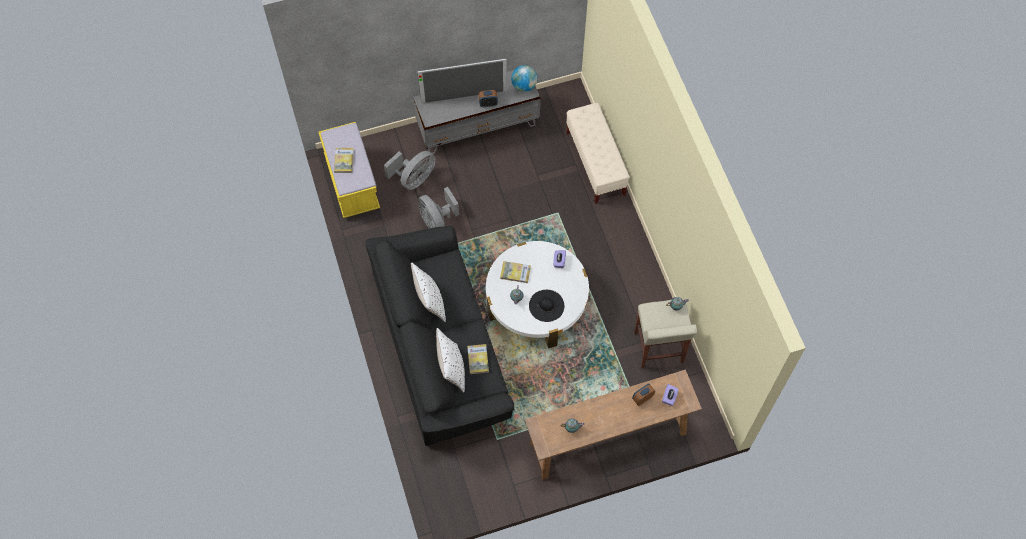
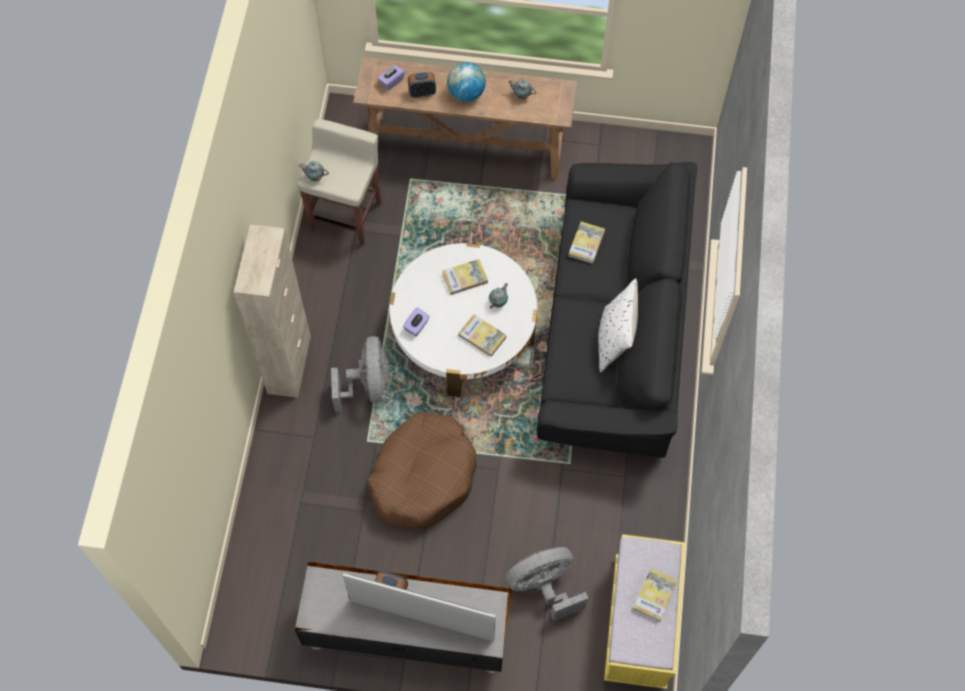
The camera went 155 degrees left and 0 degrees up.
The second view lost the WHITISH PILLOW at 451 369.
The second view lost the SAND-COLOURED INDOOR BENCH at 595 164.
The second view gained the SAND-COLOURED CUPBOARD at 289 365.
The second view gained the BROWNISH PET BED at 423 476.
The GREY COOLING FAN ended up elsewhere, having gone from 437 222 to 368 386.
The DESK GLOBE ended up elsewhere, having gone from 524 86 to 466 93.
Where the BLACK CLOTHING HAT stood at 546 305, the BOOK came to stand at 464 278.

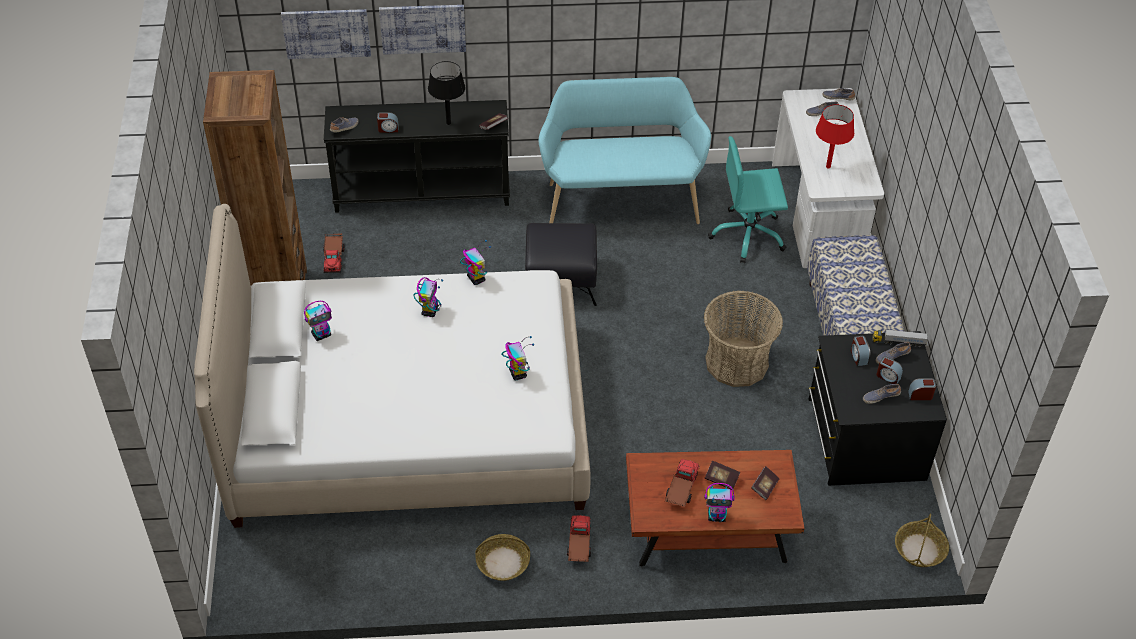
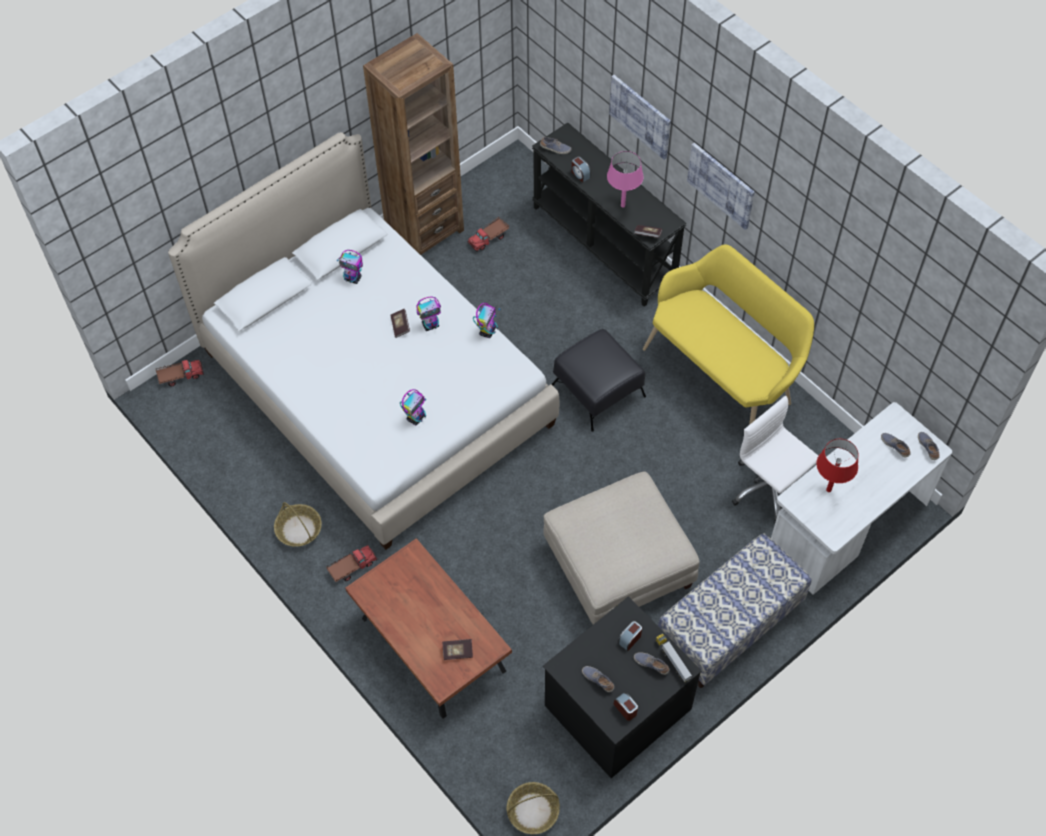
The camera went 55 degrees right and 10 degrees up.
The second view lost the MODEL ROBOT at 717 516.
The second view lost the BEDSIDE CLOCK at 888 376.
The PICTURE ended up elsewhere, having gone from 326 33 to 721 185.
The MODEL TRUCK ended up elsewhere, having gone from 681 489 to 180 376.
The BOOK ended up elsewhere, having gone from 721 479 to 400 326.
Where the BASKET stood at 737 362, the SAND-COLOURED OTTOMAN came to stand at 618 565.
What was the BLACK TABLETOP LAMP at 448 123 turned into the PINK-COLOURED TABLETOP LAMP at 622 205.
What was the BLUE-GREEN INDOOR BENCH at 620 199 turned into the YELLOW INDOOR BENCH at 723 374.
What was the BLUE-GREEN COMPUTER CHAIR at 748 235 turned into the WHITISH COMPUTER CHAIR at 769 489.

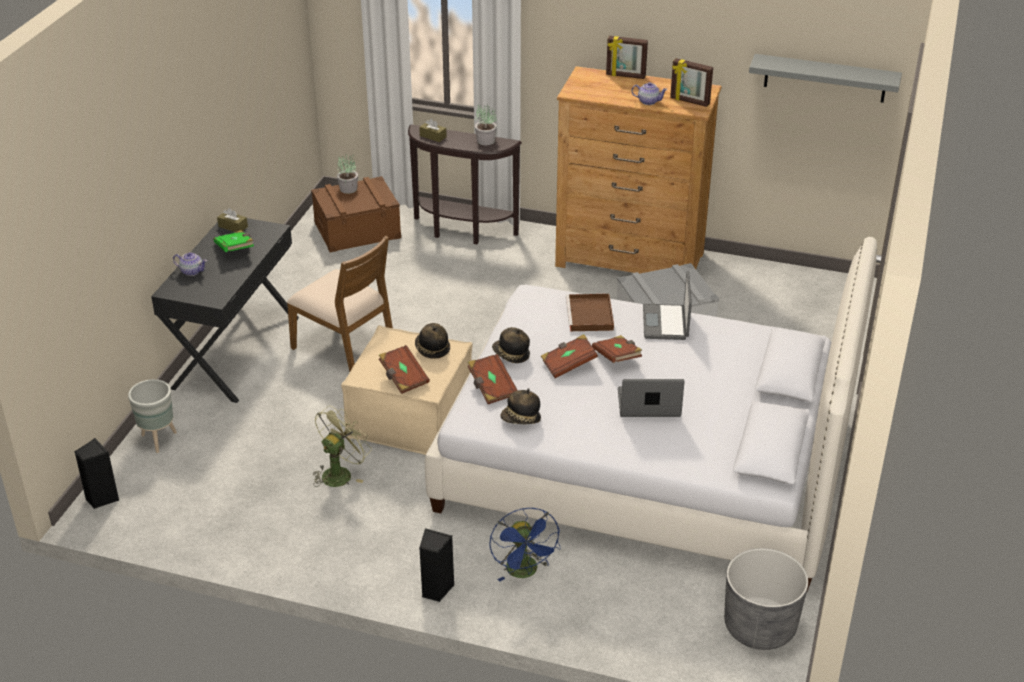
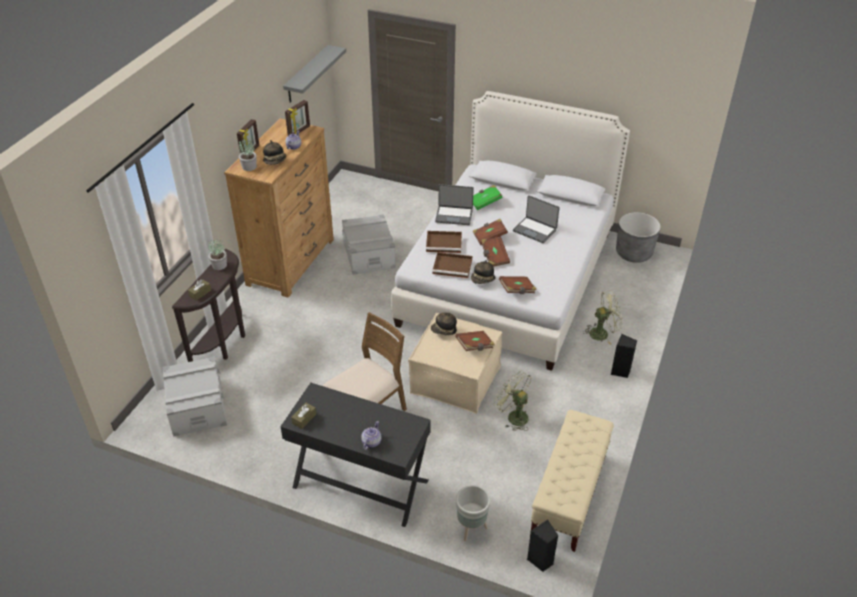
The camera went 85 degrees left and 5 degrees up.
The second view gained the BROWNISH TRAY at 453 266.
The second view gained the SAND-COLOURED INDOOR BENCH at 569 495.
The GREEN BOOK ended up elsewhere, having gone from 235 249 to 485 202.
The PLANT IN A POT ended up elsewhere, having gone from 348 189 to 249 167.
The CLOTHING HAT ended up elsewhere, having gone from 521 419 to 275 161.
What was the BROWNISH STORAGE BIN at 357 230 turned into the GREY STORAGE BIN at 197 407.
What was the BLUISH COOLING FAN at 525 572 turned into the GREEN COOLING FAN at 602 333.
The LAPTOP at 648 405 ended up facing another way, 60 degrees counterclockwise from before.

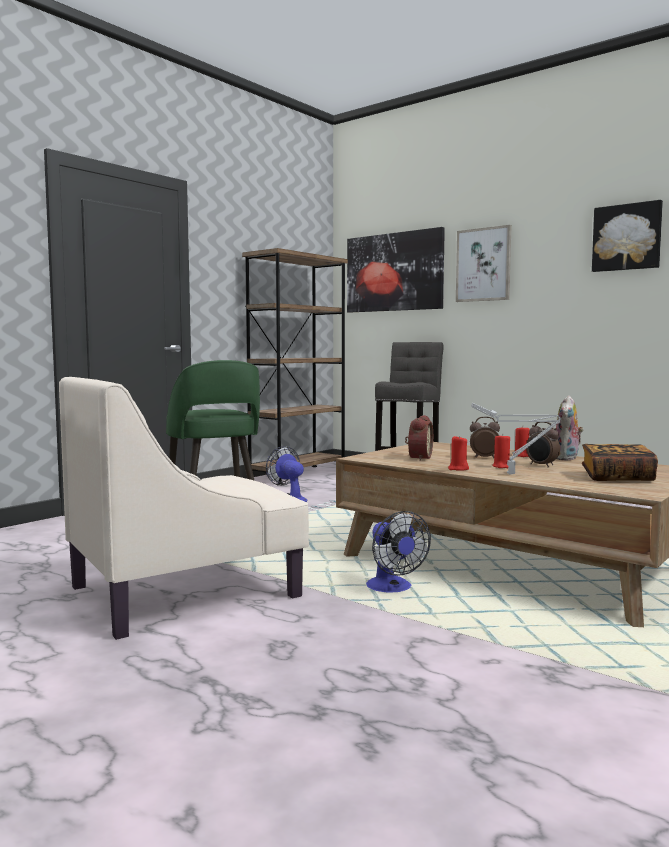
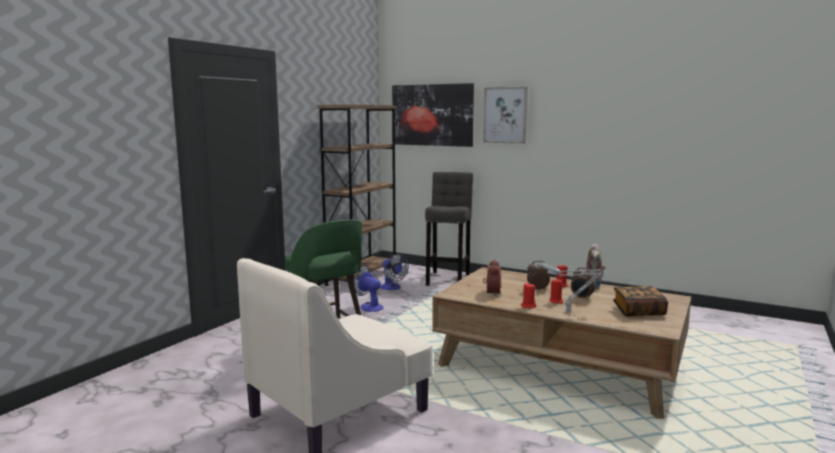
The camera went 10 degrees left and 5 degrees up.
The second view lost the PICTURE at 627 237.
The COOLING FAN ended up elsewhere, having gone from 392 589 to 392 288.

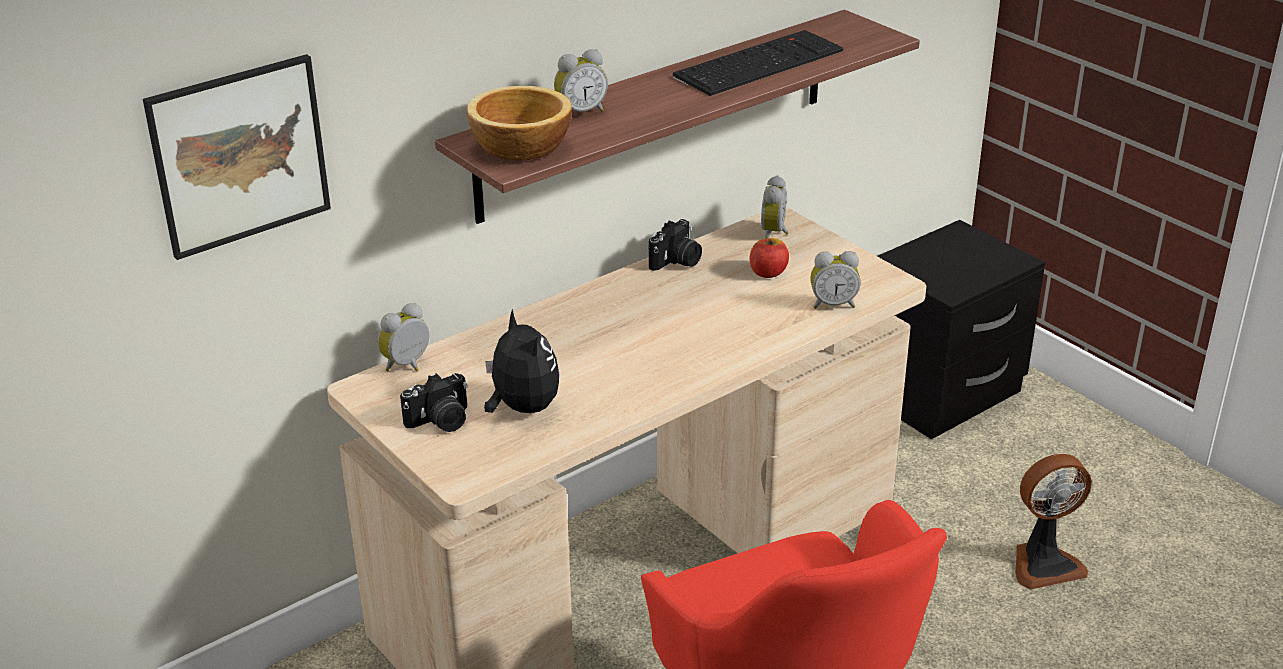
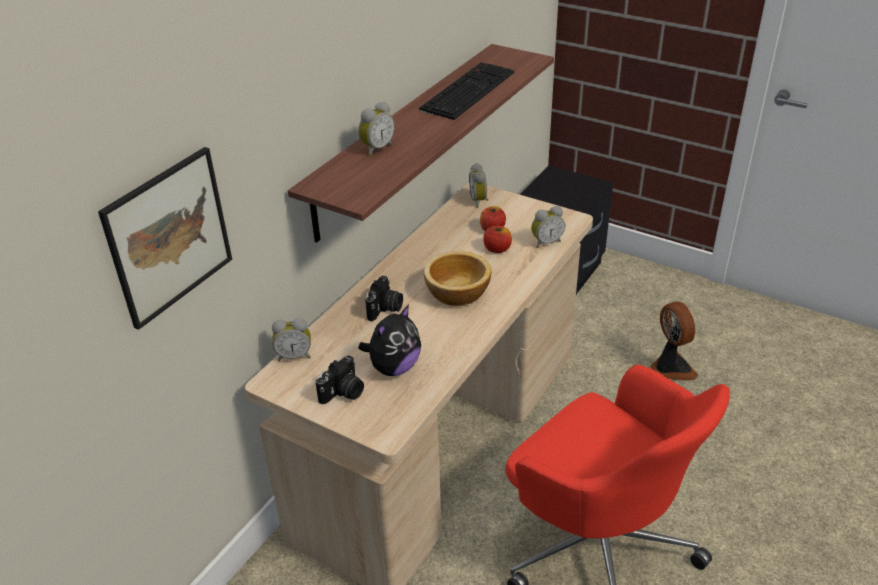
The camera went 20 degrees left and 5 degrees up.
The second view gained the APPLE FRUIT at 497 249.
The DEEP DISH ended up elsewhere, having gone from 519 147 to 457 293.
The PHOTO CAMERA ended up elsewhere, having gone from 677 262 to 385 309.
The BEDSIDE CLOCK at 408 366 ended up facing another way, 120 degrees counterclockwise from before.
The SOFT TOY at 522 408 ended up facing another way, 90 degrees clockwise from before.
The COOLING FAN at 1044 564 ended up facing another way, 75 degrees counterclockwise from before.

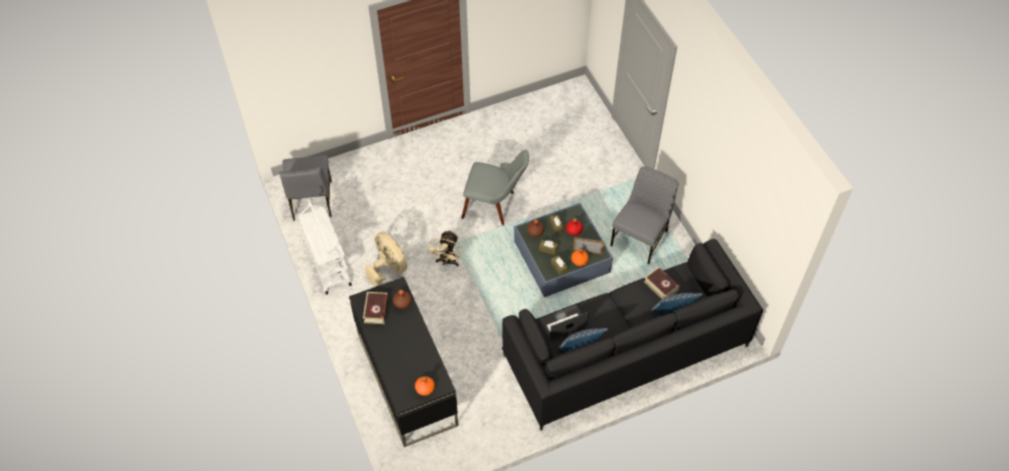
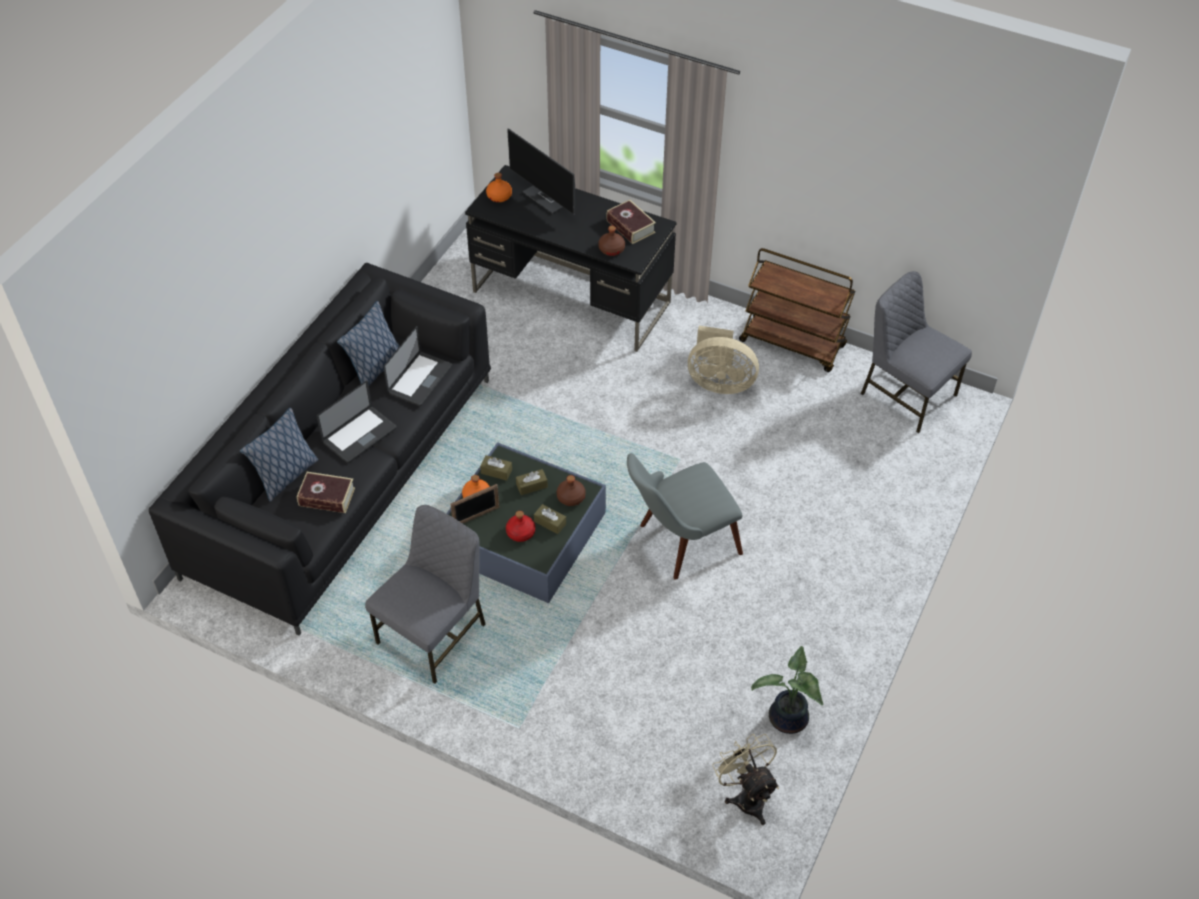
The camera went 140 degrees right and 5 degrees down.
The second view gained the LAPTOP at 360 435.
The second view gained the COMPUTER DISPLAY at 548 198.
The second view gained the PLANT IN A POT at 787 720.
The SAND-COLOURED COOLING FAN ended up elsewhere, having gone from 447 262 to 746 796.
What was the WHITISH WHEELED CART at 328 264 turned into the BROWNISH WHEELED CART at 793 344.
The GREY UPRIGHT CHAIR at 640 238 ended up facing another way, 135 degrees counterclockwise from before.

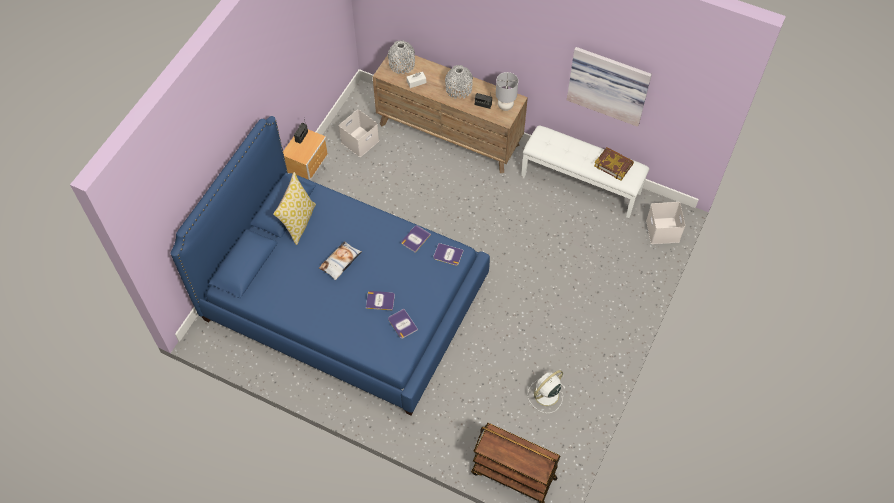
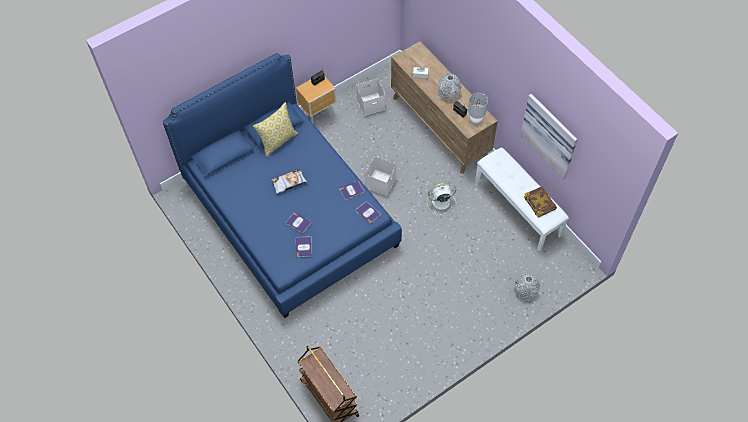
The camera went 30 degrees right and 0 degrees up.
The GREY FLOWER VASE ended up elsewhere, having gone from 402 64 to 525 290.
The WHITISH COOLING FAN ended up elsewhere, having gone from 545 395 to 440 202.
The WHITISH STORAGE BIN ended up elsewhere, having gone from 663 231 to 381 183.

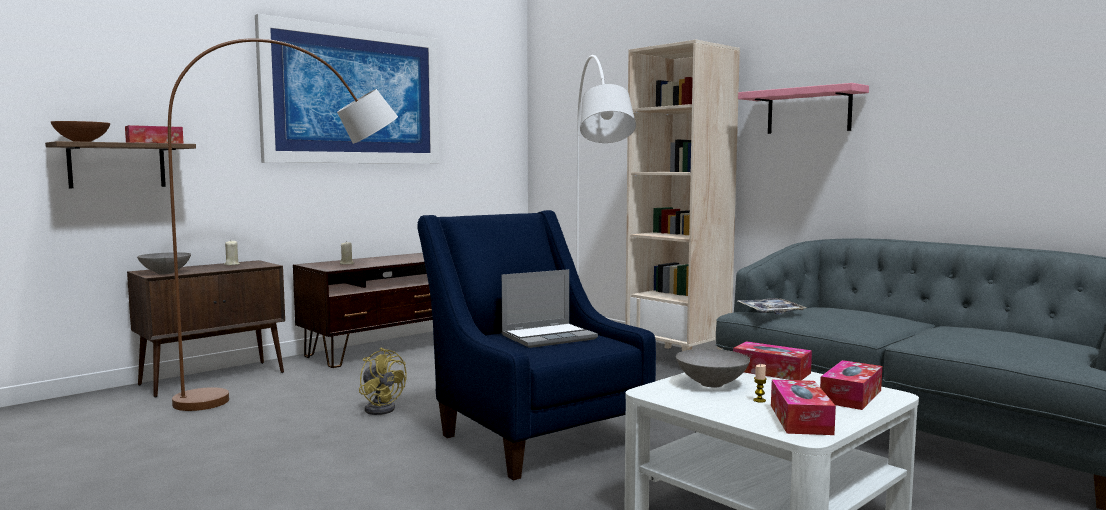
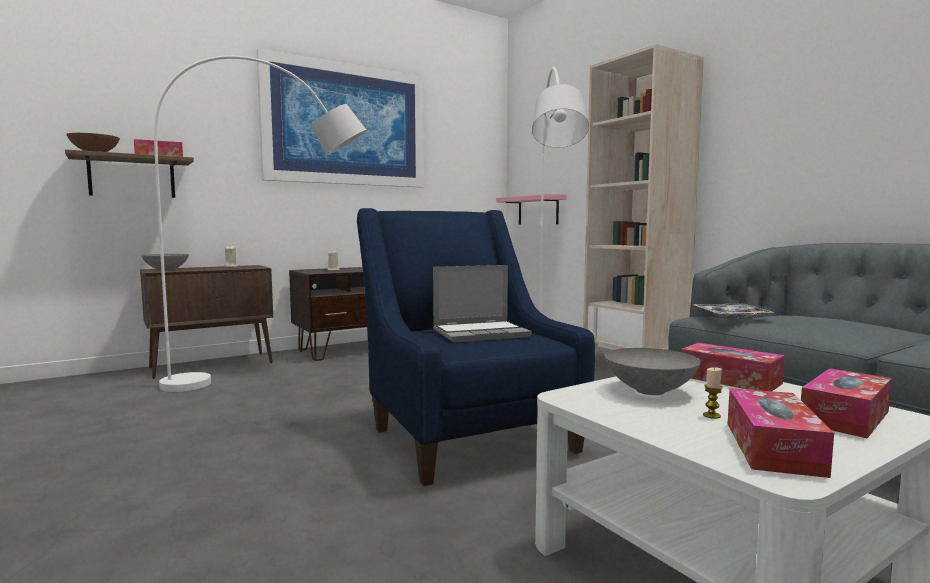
The camera went 10 degrees right and 0 degrees up.
The second view lost the YELLOW COOLING FAN at 381 408.
The PINK-COLOURED WALL SHELF ended up elsewhere, having gone from 808 111 to 538 210.
What was the BROWNISH STANDARD LAMP at 302 388 turned into the WHITISH STANDARD LAMP at 277 377.

